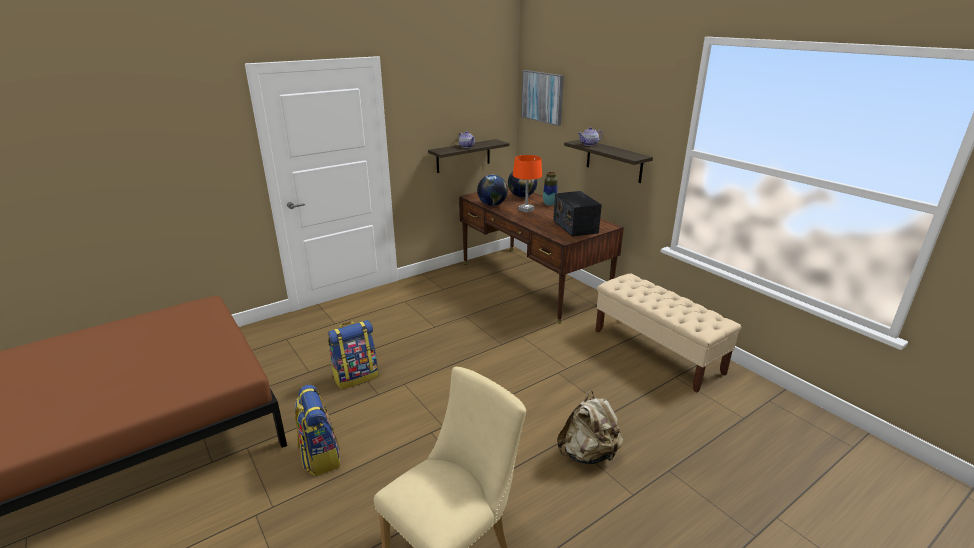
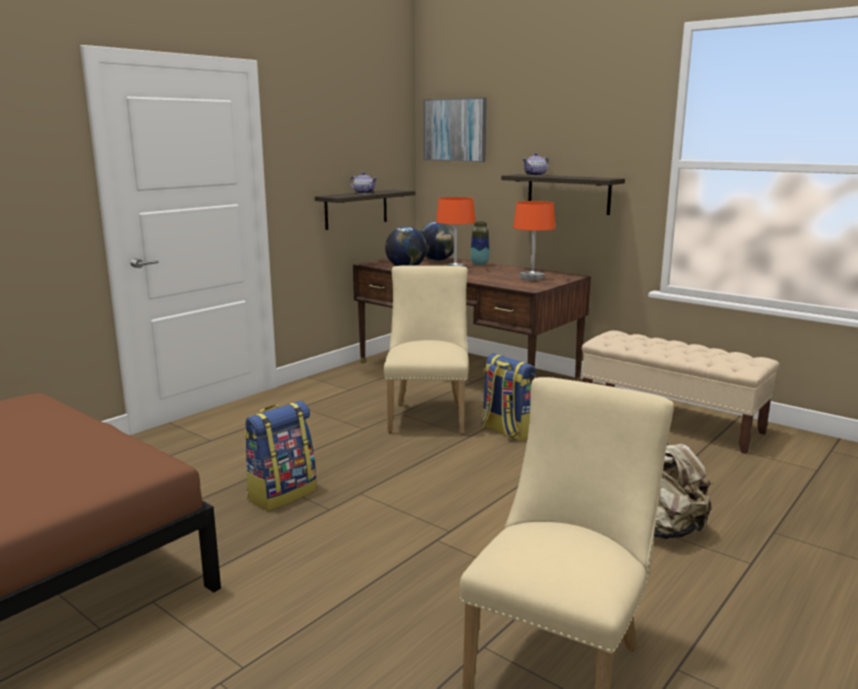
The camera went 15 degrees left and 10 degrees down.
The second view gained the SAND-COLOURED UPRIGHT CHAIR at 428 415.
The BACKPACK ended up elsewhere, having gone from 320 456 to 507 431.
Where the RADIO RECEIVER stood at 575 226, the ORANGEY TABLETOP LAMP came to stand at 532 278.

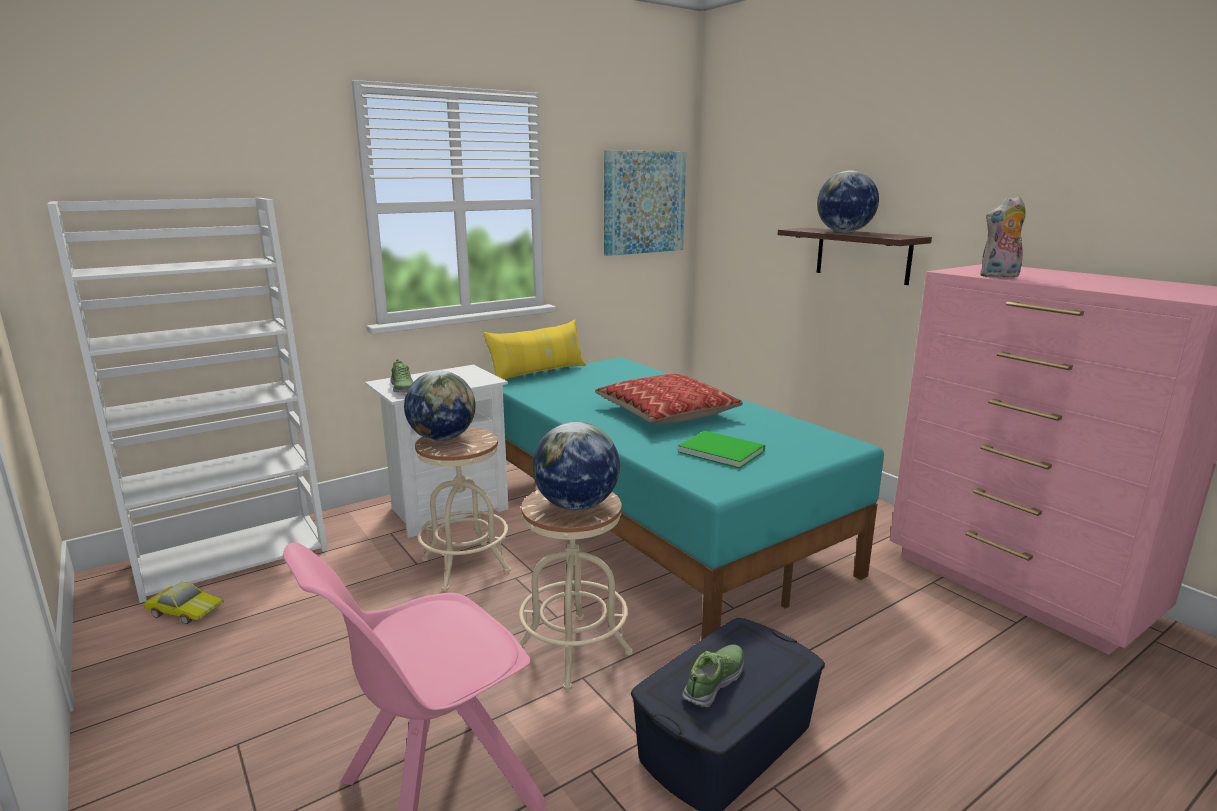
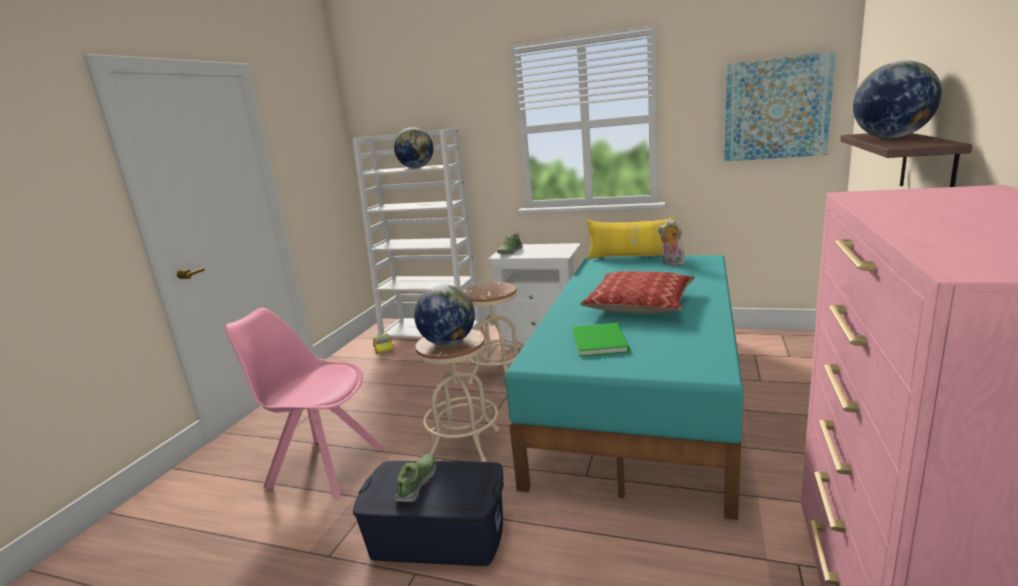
The camera went 55 degrees right and 0 degrees up.
The DESK GLOBE ended up elsewhere, having gone from 443 438 to 417 168.
The SOFT TOY ended up elsewhere, having gone from 999 276 to 671 263.
The LOW SHOE at 714 682 ended up facing another way, 75 degrees counterclockwise from before.

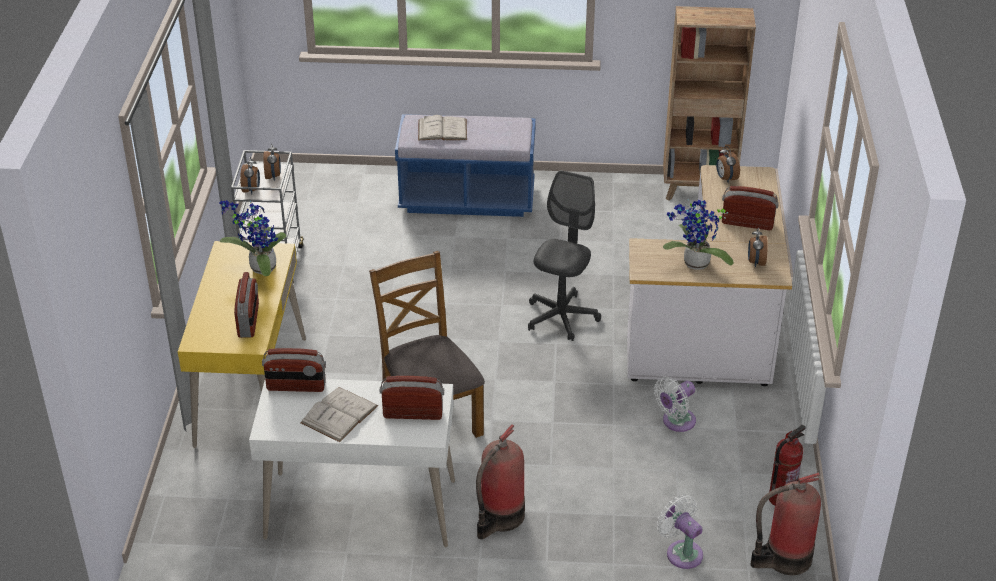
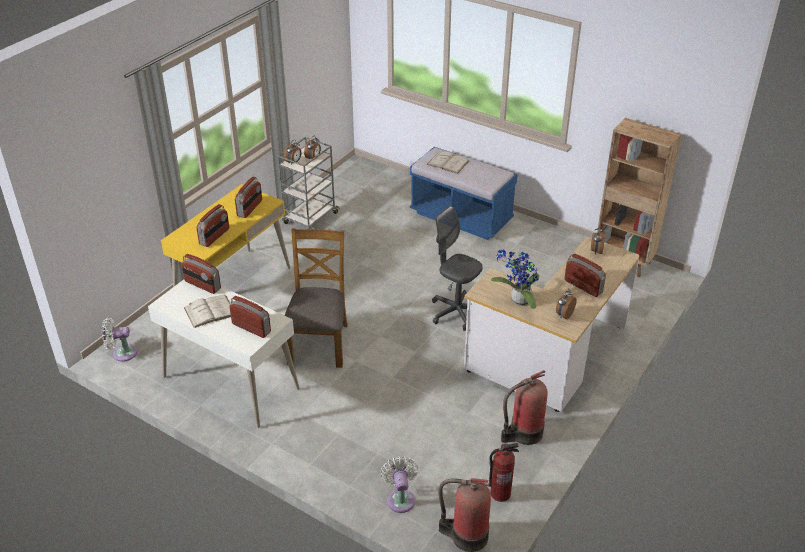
The camera went 30 degrees right and 0 degrees up.
The EXTINGUISHER ended up elsewhere, having gone from 500 517 to 524 433.
The WHITISH COOLING FAN ended up elsewhere, having gone from 676 422 to 122 353.
Where the PLANT IN A POT stood at 259 268, the RADIO RECEIVER came to stand at 250 208.
The GREY COMPUTER CHAIR at 561 317 ended up facing another way, 105 degrees counterclockwise from before.

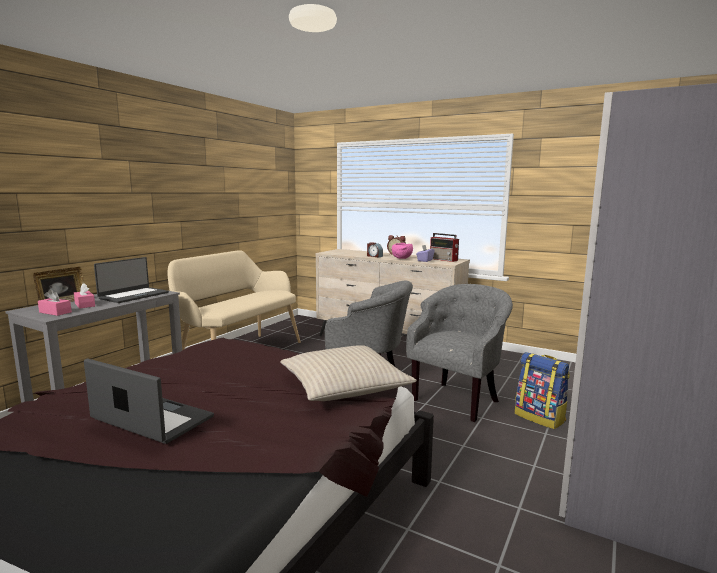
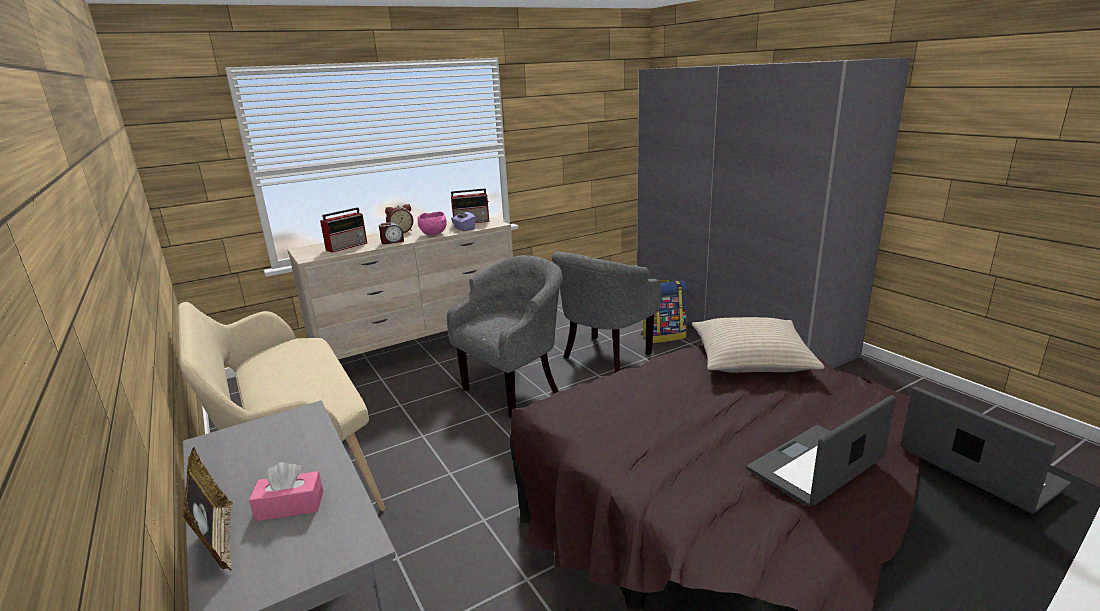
The camera went 60 degrees left and 10 degrees up.
The second view lost the PINK-COLOURED TISSUE BOX at 55 312.
The second view gained the RADIO RECEIVER at 347 246.
The LAPTOP ended up elsewhere, having gone from 133 295 to 978 468.
The GREY LOUNGE CHAIR at 458 399 ended up facing another way, 120 degrees counterclockwise from before.

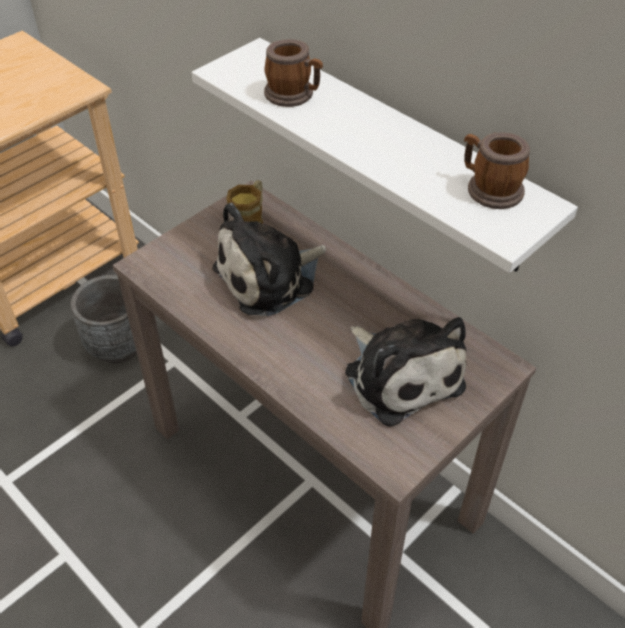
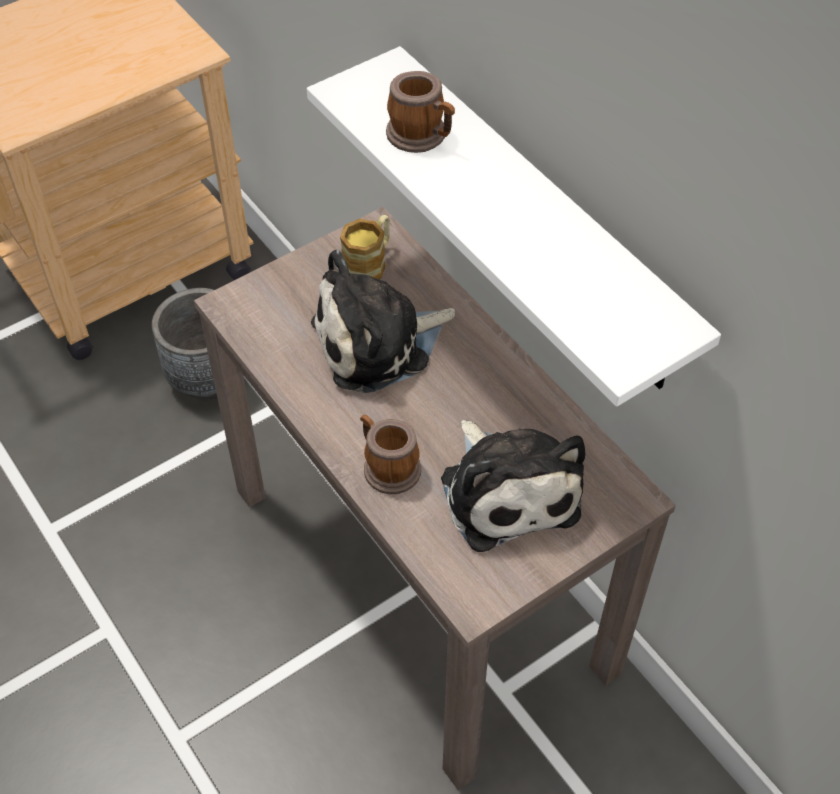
The camera went 10 degrees right and 5 degrees up.
The COFFEE MUG ended up elsewhere, having gone from 489 189 to 387 466.

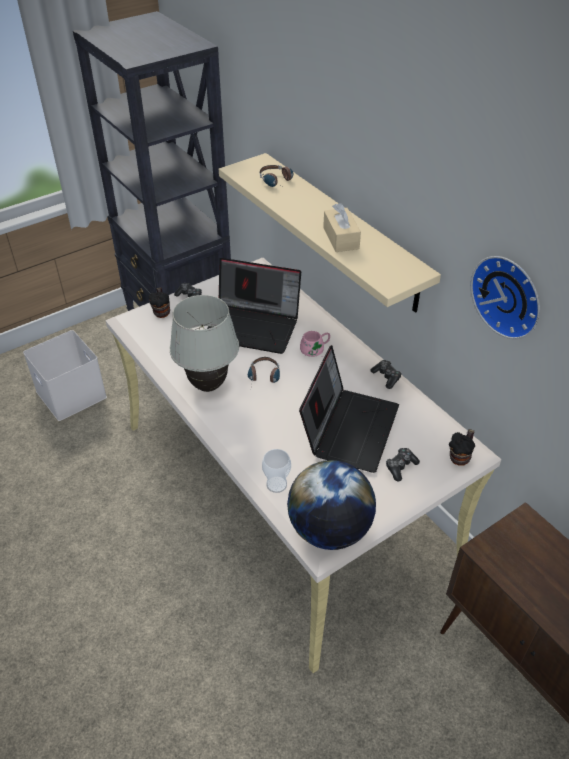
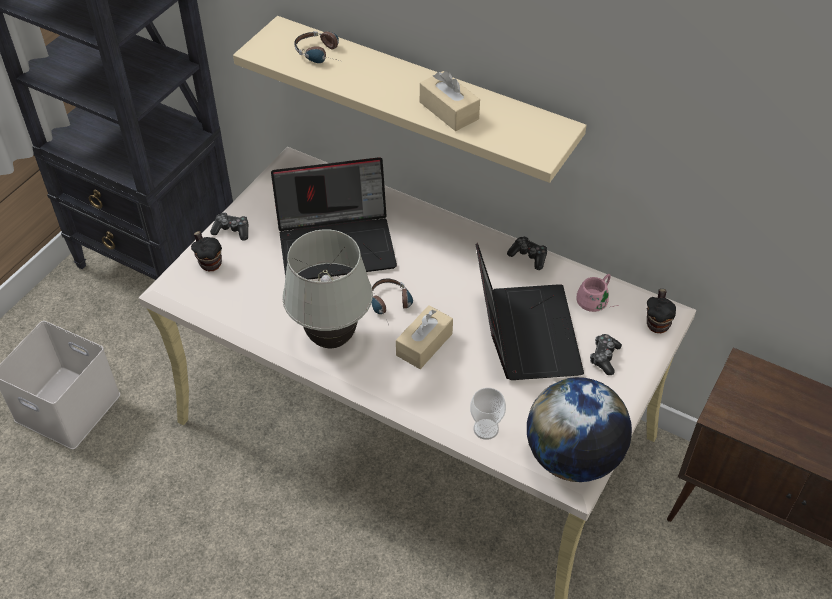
The camera went 25 degrees left and 5 degrees up.
The second view lost the WALL CLOCK at 509 295.
The second view gained the SAND-COLOURED TISSUE BOX at 424 344.
The PINK-COLOURED COFFEE MUG ended up elsewhere, having gone from 316 350 to 597 300.

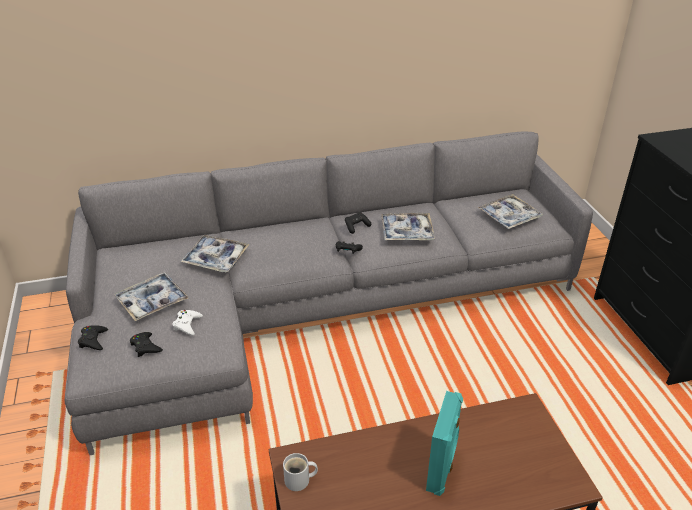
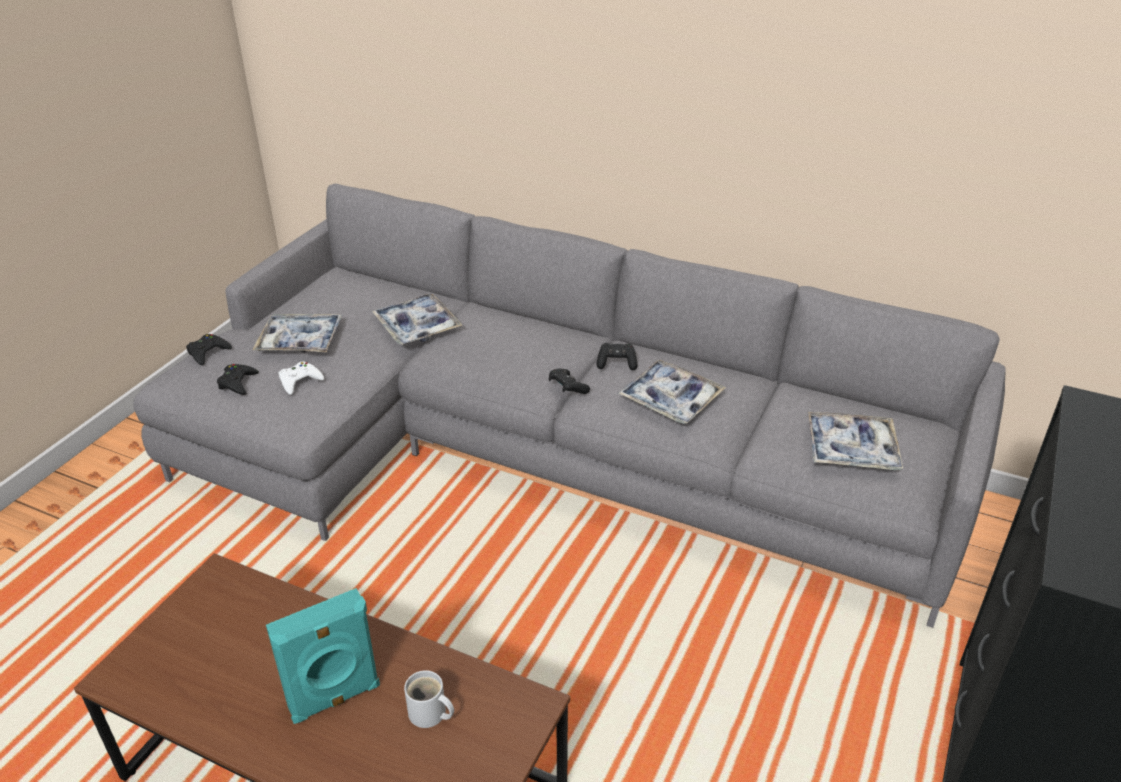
The camera went 40 degrees right and 0 degrees up.
The WHITISH COFFEE MUG ended up elsewhere, having gone from 299 481 to 429 714.

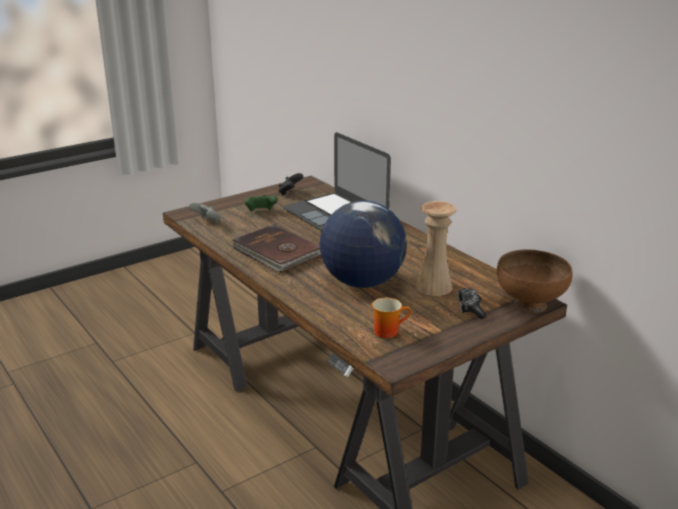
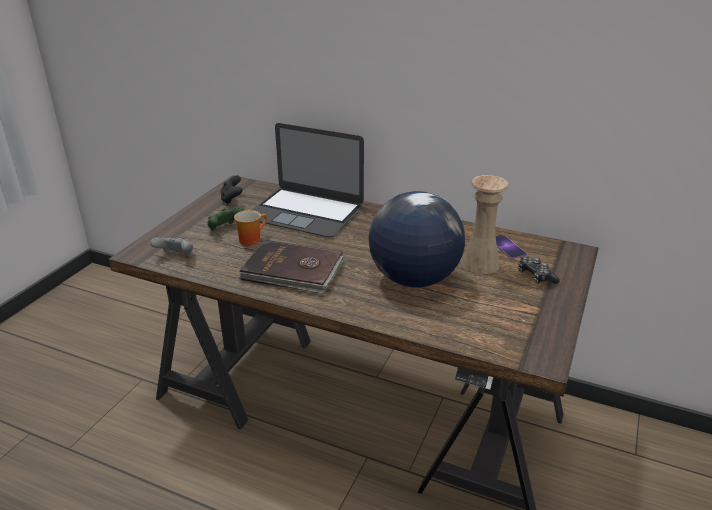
The camera went 30 degrees left and 5 degrees up.
The second view lost the BROWNISH DEEP DISH at 529 304.
The second view gained the TELEPHONE at 506 247.
The COFFEE MUG ended up elsewhere, having gone from 388 330 to 251 239.

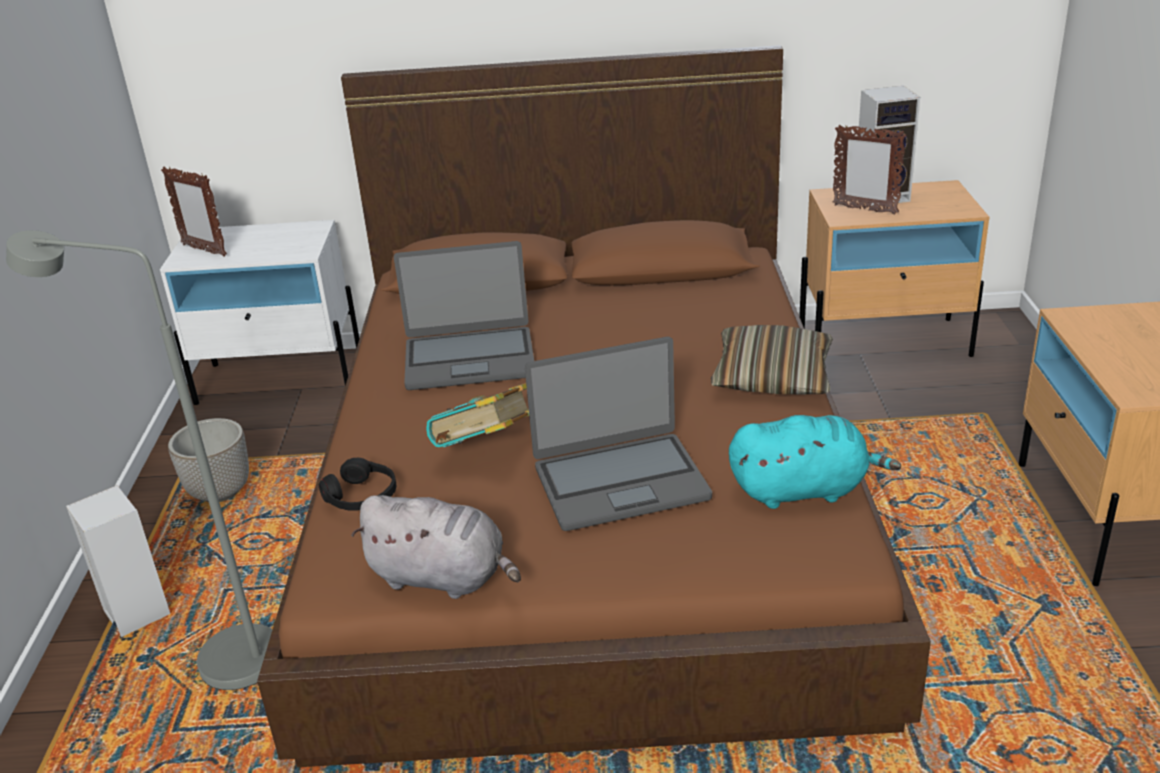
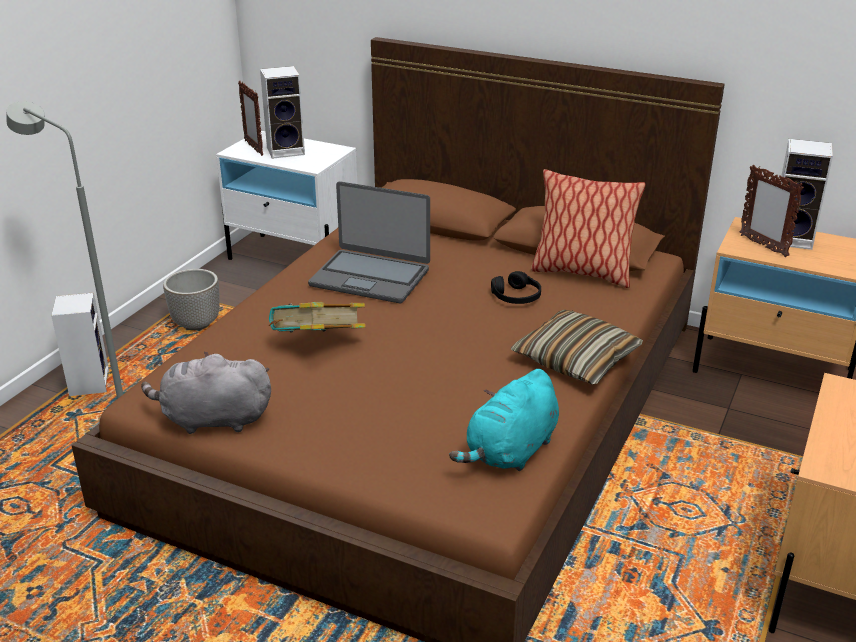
The camera went 25 degrees right and 0 degrees up.
The second view lost the LAPTOP at 620 482.
The second view gained the AUDIO SPEAKER at 287 150.
The second view gained the PILLOW at 581 273.
The BLACK PAIR OF HEADPHONES ended up elsewhere, having gone from 362 496 to 516 297.
The GREY SOFT TOY at 443 578 ended up facing another way, 135 degrees clockwise from before.
The BLUE-GREEN SOFT TOY at 804 490 ended up facing another way, 105 degrees clockwise from before.

